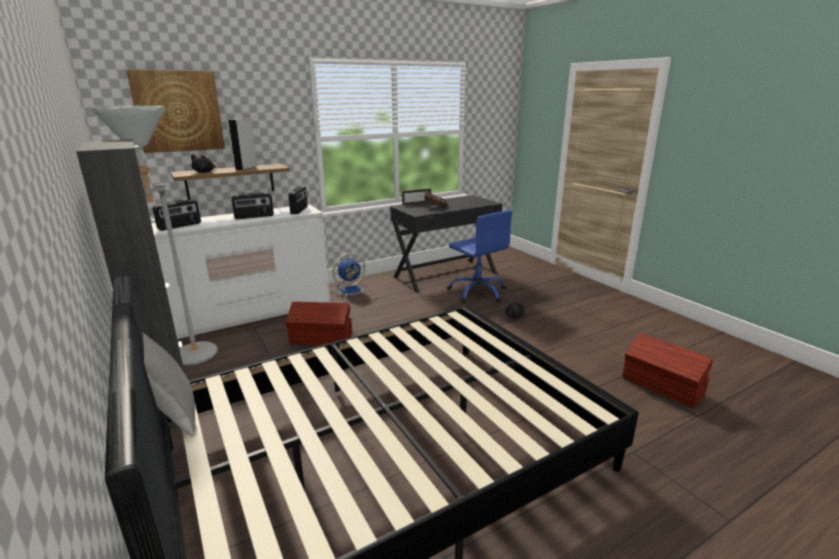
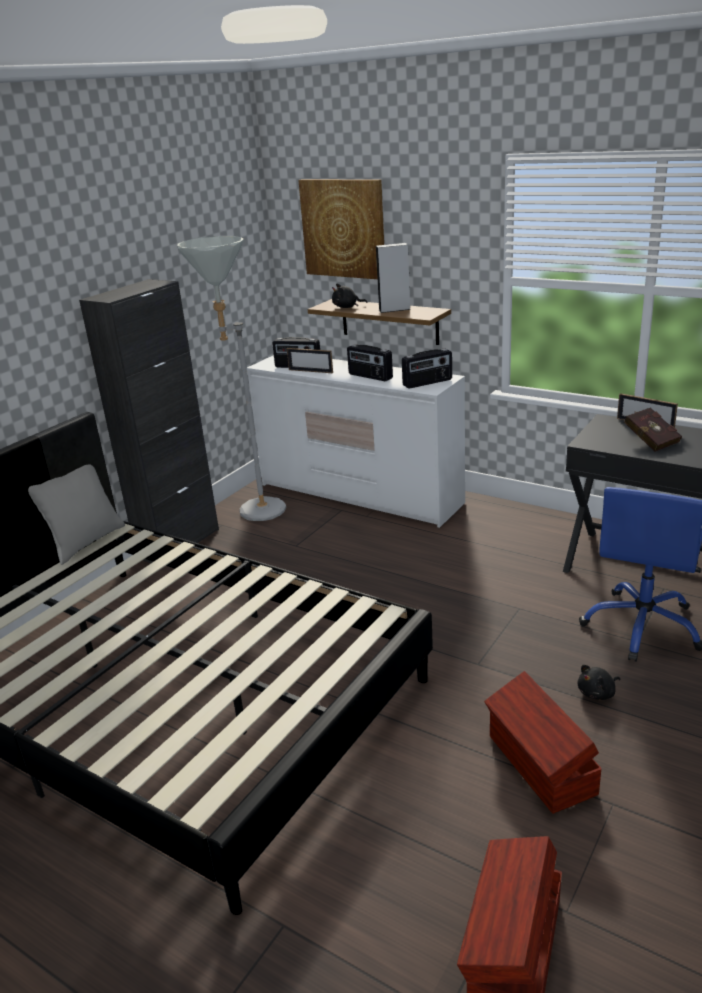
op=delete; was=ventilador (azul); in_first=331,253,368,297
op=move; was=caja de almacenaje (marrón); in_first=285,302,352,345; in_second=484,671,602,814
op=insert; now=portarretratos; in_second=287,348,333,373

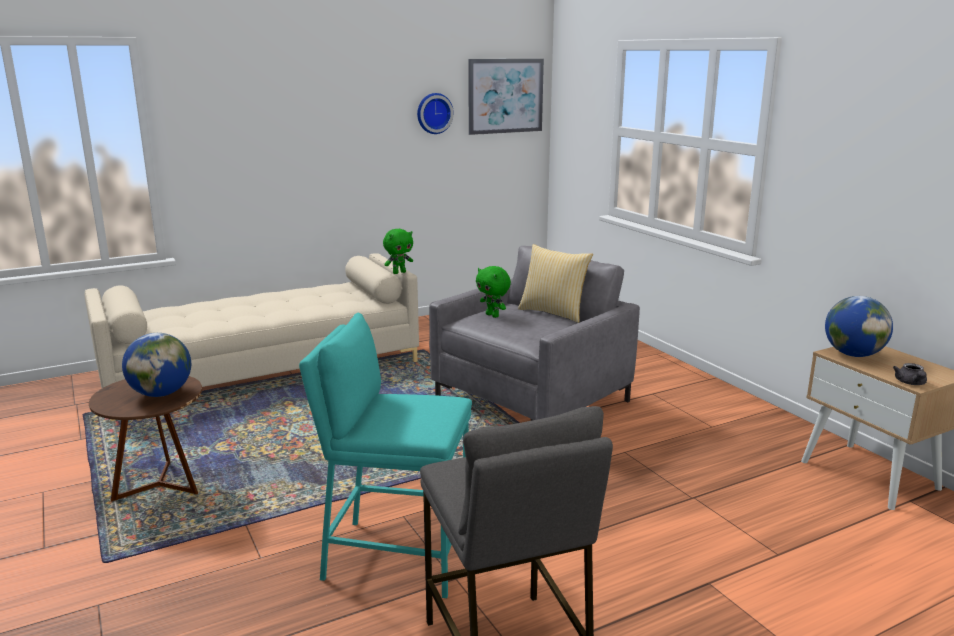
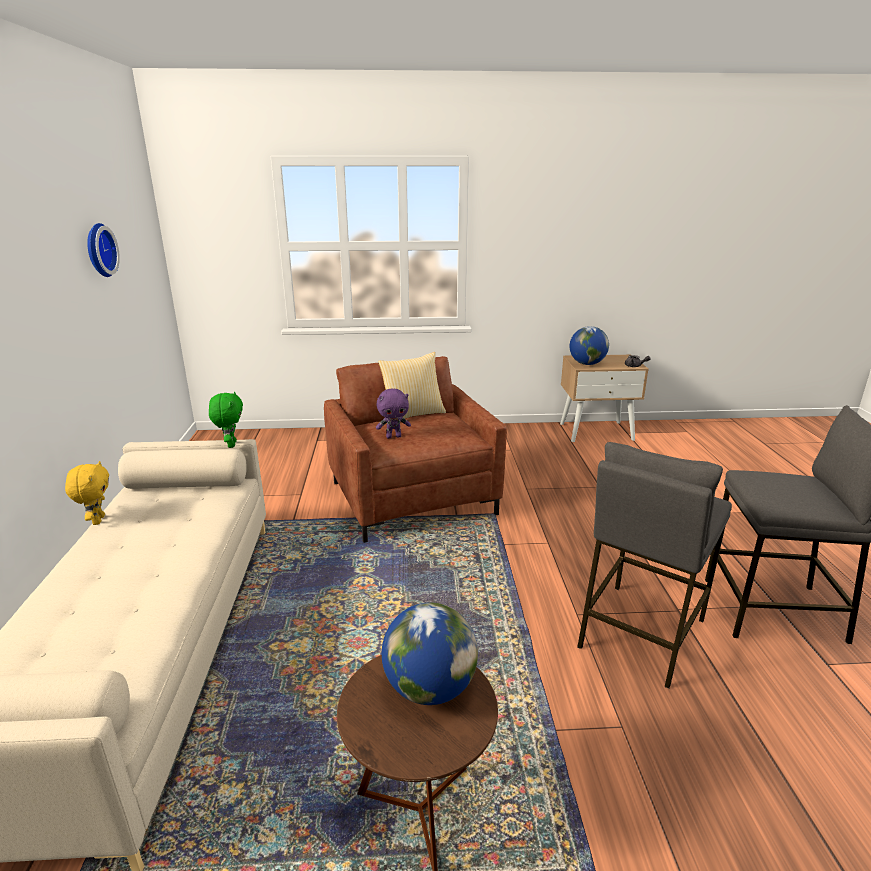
op=delete; was=cuadro; in_first=468,59,544,135
op=recolor; was=sillón (gris); now=sillón (marrón); in_first=429,246,640,421; in_second=324,356,507,543
op=recolor; was=peluche (verde); now=peluche (morado); in_first=476,266,511,318; in_second=376,389,411,438
op=recolor; was=taburete (turquesa); now=taburete (gris); in_first=299,313,472,598; in_second=577,442,732,689
op=insert; now=peluche (amarillo); in_second=65,461,109,525

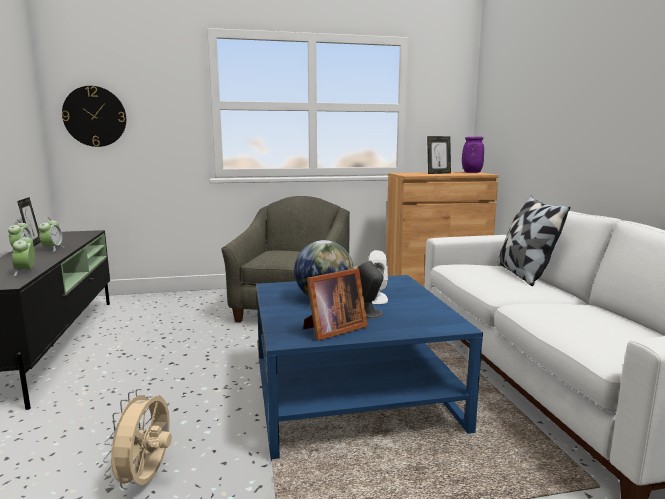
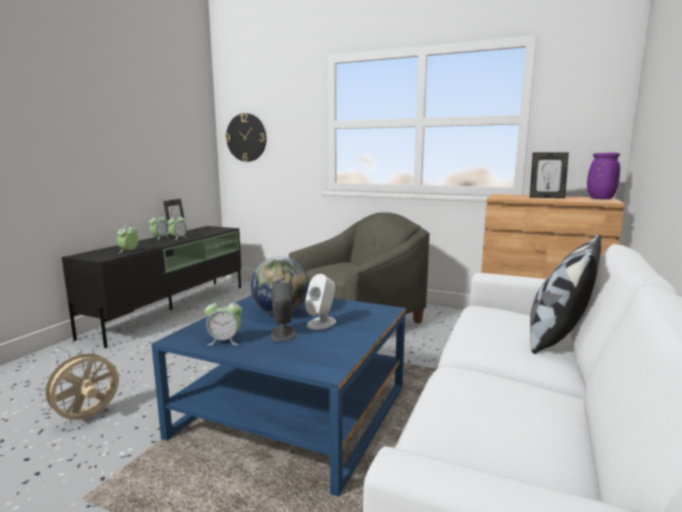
op=replace; was=portarretratos; now=despertador; in_first=303,268,368,341; in_second=205,297,242,345

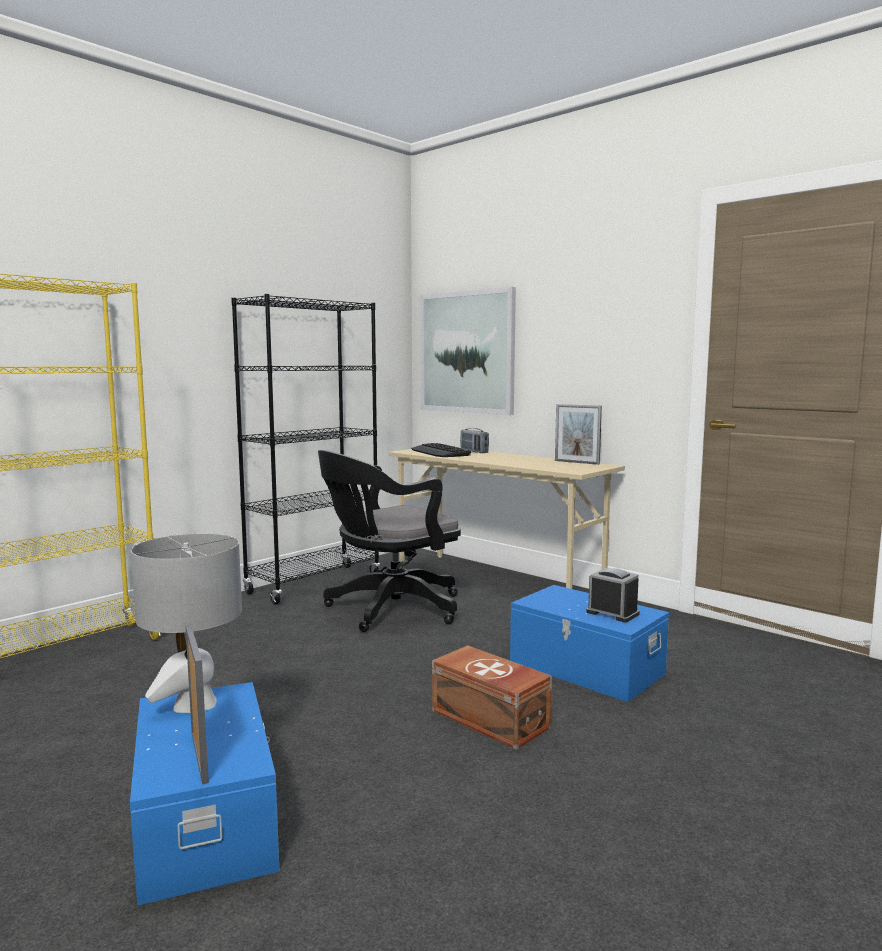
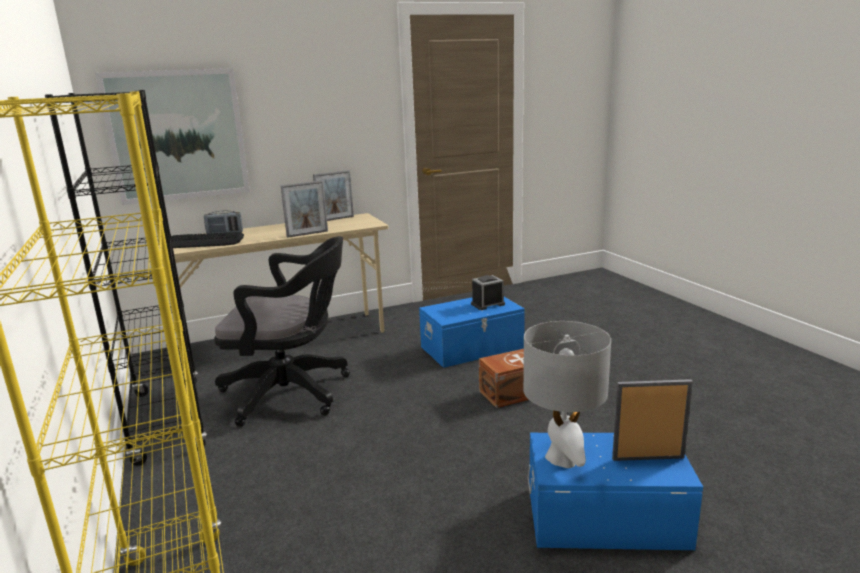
op=rotate; was=silla de oficina (negro); in_first=318,450,461,632; in_second=214,236,350,427; clockwise=-75
op=insert; now=portarretratos; in_second=281,180,328,238

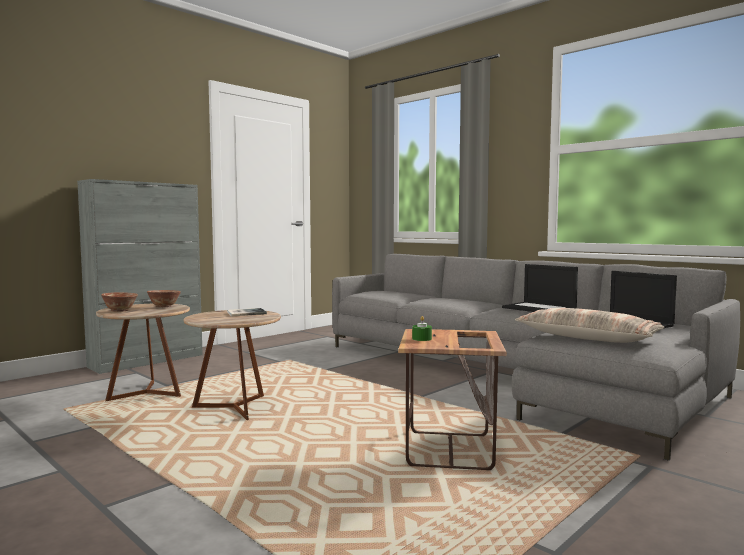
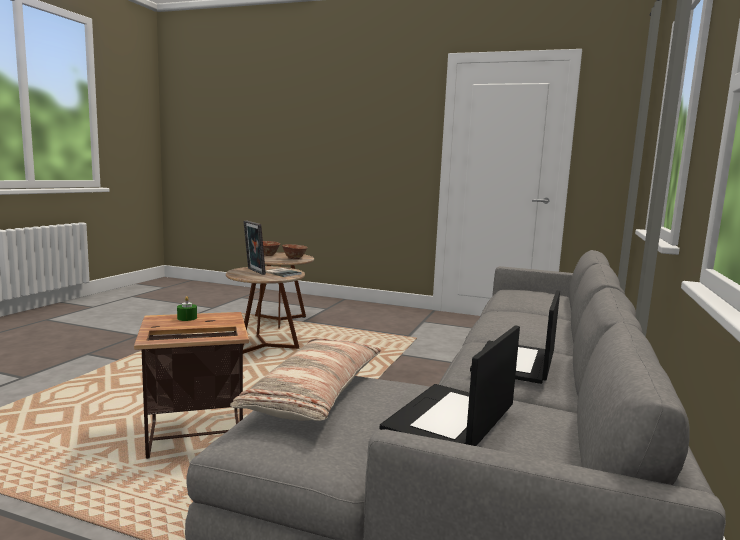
op=delete; was=armario (gris); in_first=77,179,203,374
op=insert; now=portarretratos; in_second=243,221,266,275

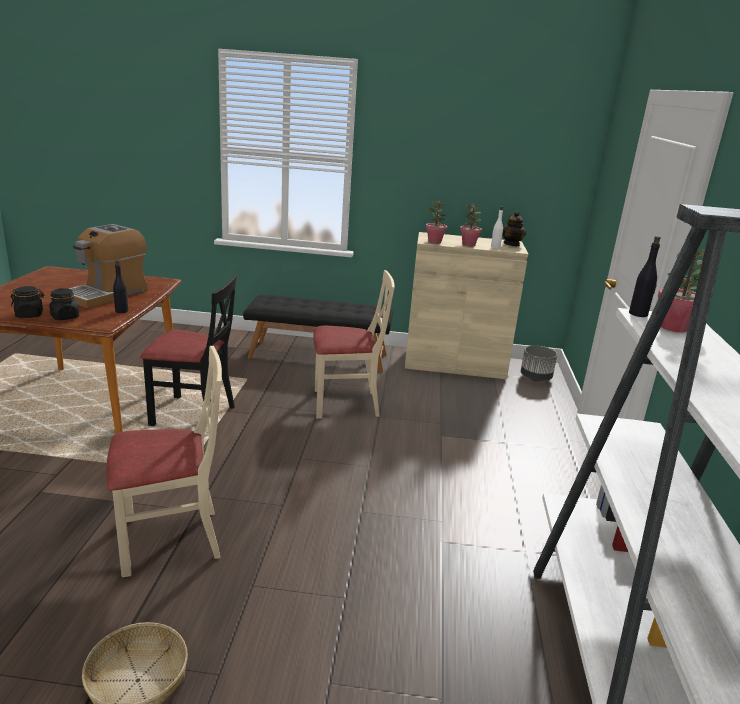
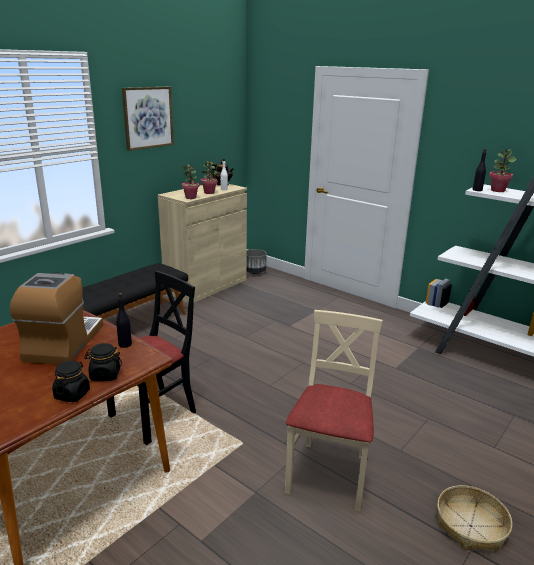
op=rotate; was=cafetera; in_first=68,224,148,308; in_second=10,273,103,365; clockwise=-150
op=delete; was=silla (beis); in_first=313,270,395,418
op=insert; now=cuadro; in_second=122,87,174,151

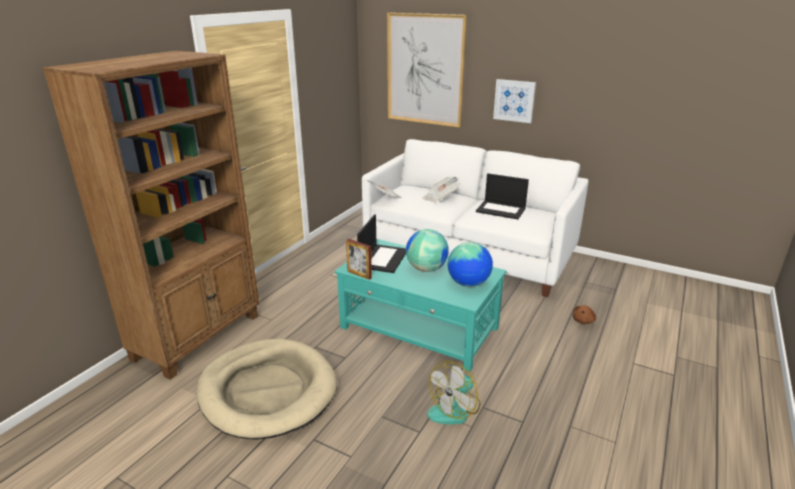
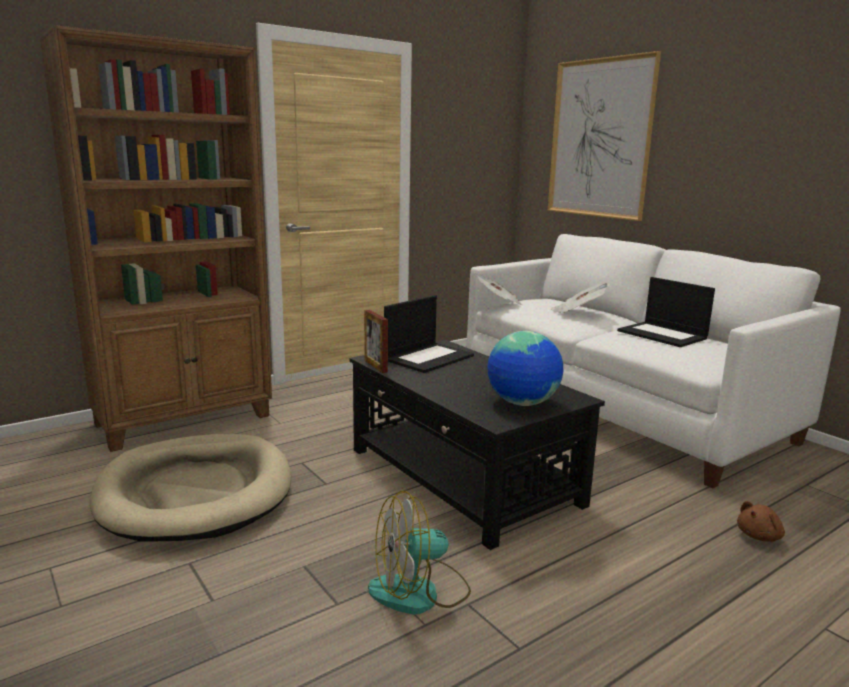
op=delete; was=cuadro; in_first=493,79,536,123
op=delete; was=globo terráqueo; in_first=406,229,449,272
op=recolor; was=mesa de centro (turquesa); now=mesa de centro (negro); in_first=335,239,507,372; in_second=349,340,605,550

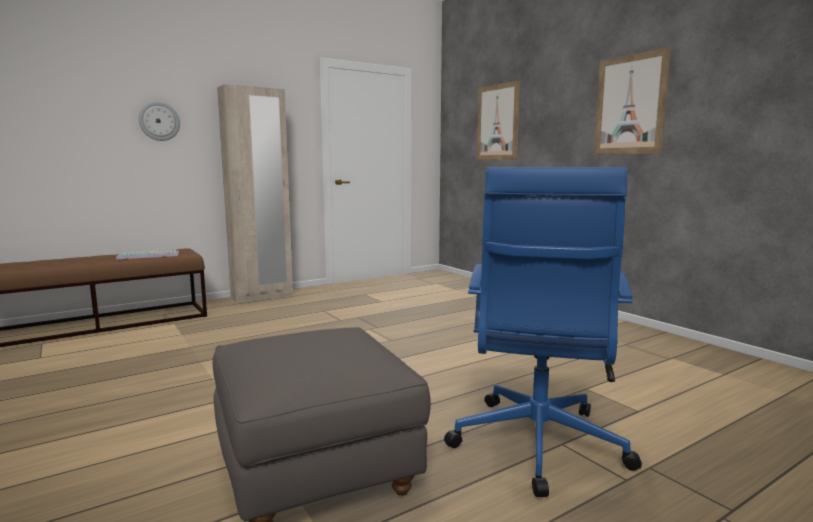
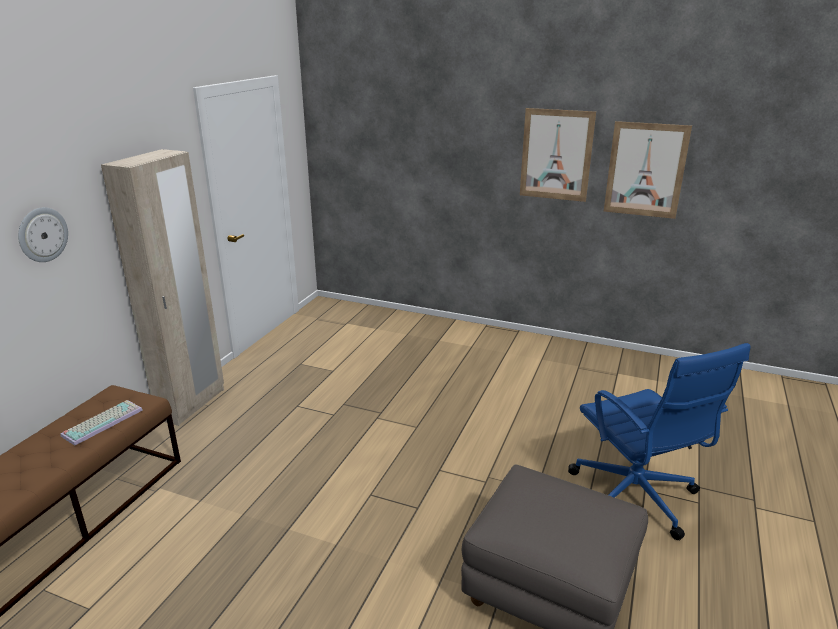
op=move; was=cuadro; in_first=477,80,520,160; in_second=604,121,692,219

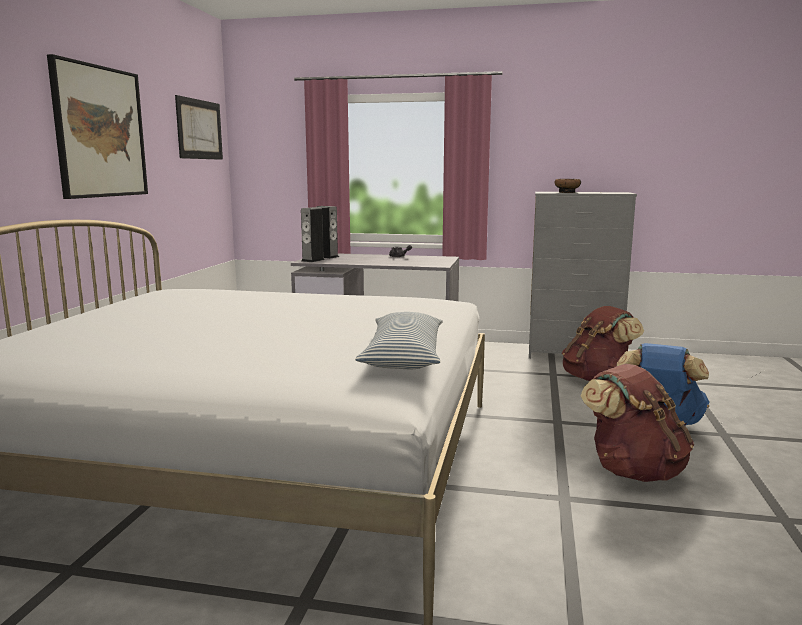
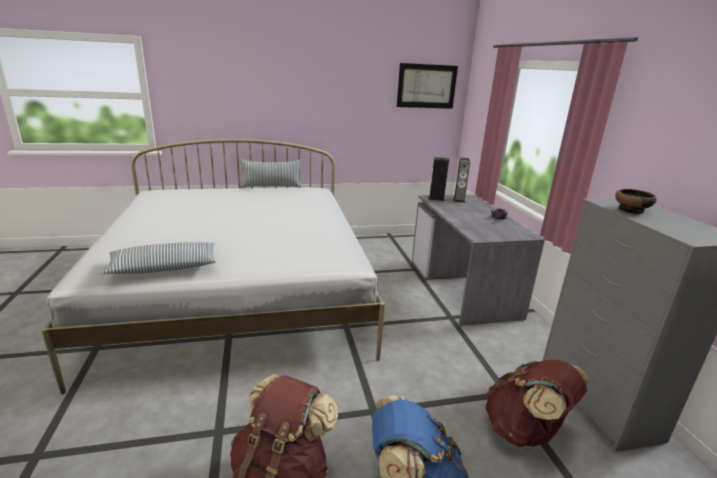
op=delete; was=cuadro; in_first=47,54,148,199
op=insert; now=cojín; in_second=240,159,301,188

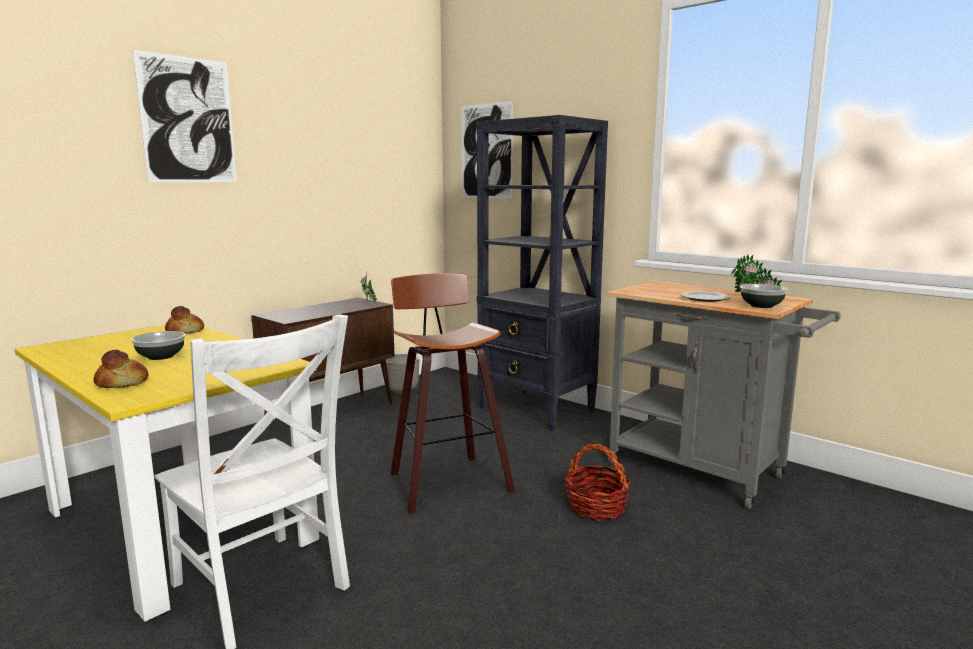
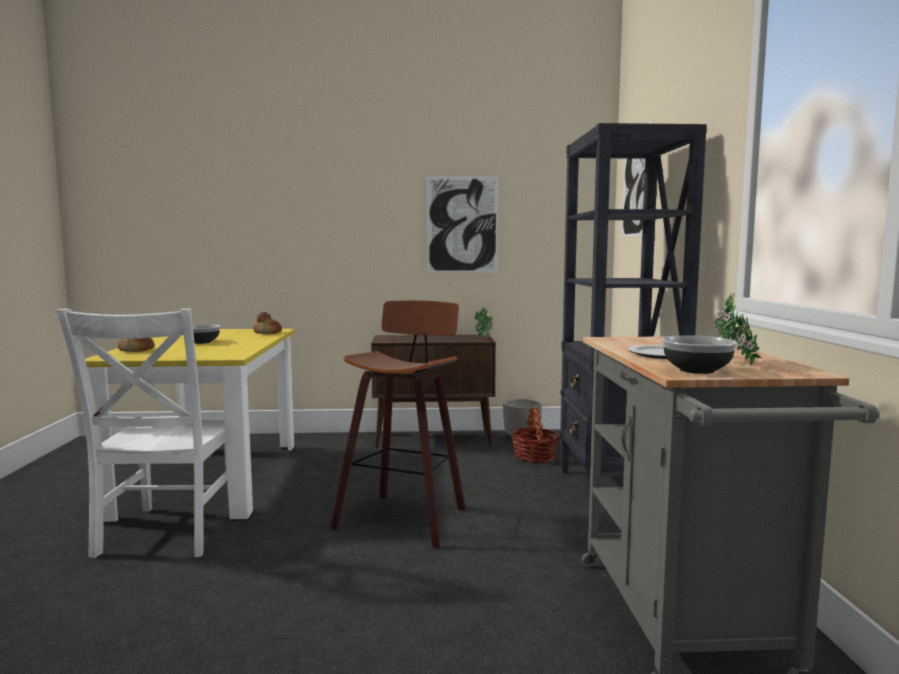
op=move; was=cuadro; in_first=133,50,237,182; in_second=427,176,498,273
op=move; was=cesta; in_first=564,443,631,521; in_second=511,407,560,463

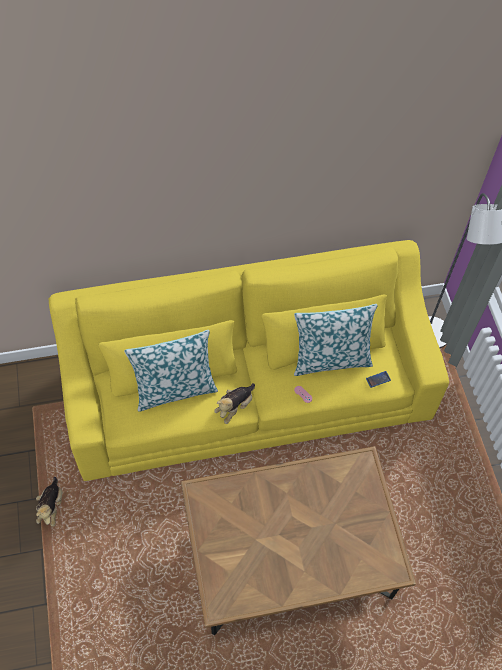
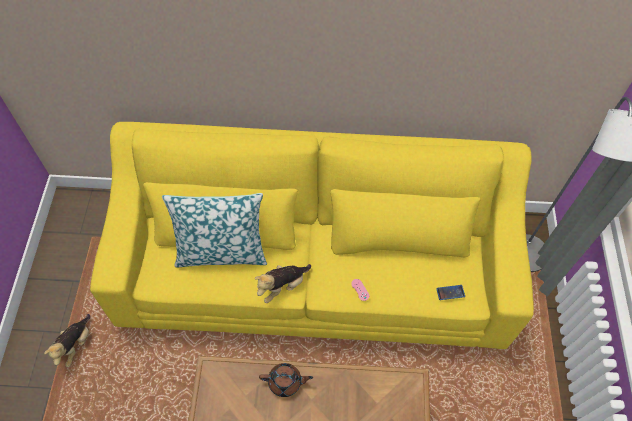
op=delete; was=cojín; in_first=294,304,378,376
op=insert; now=tetera (marrón); in_second=259,363,313,397

